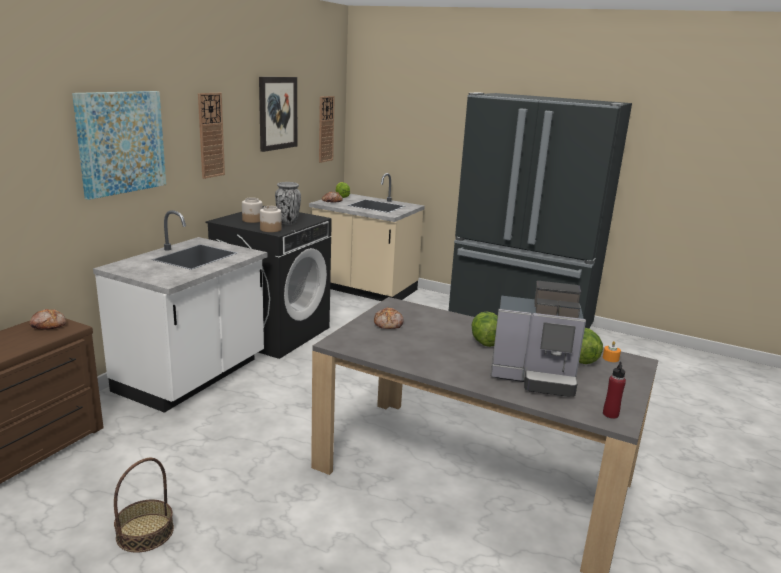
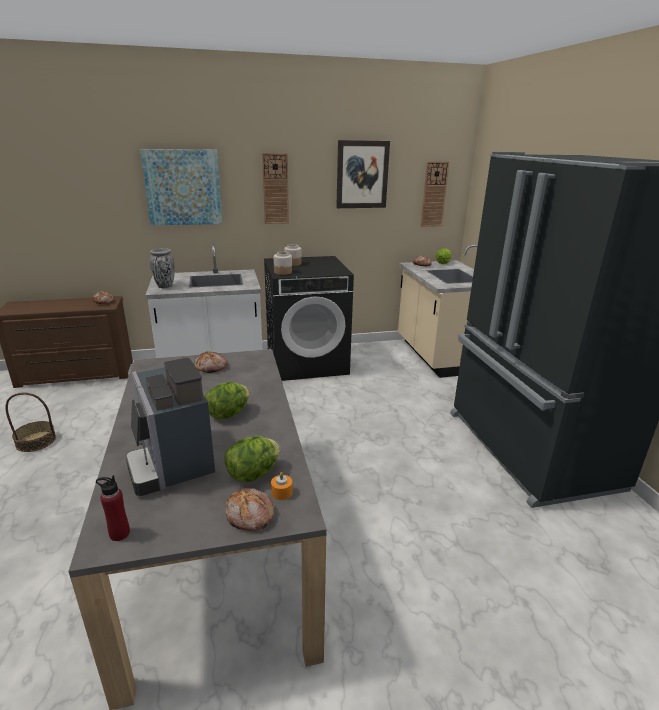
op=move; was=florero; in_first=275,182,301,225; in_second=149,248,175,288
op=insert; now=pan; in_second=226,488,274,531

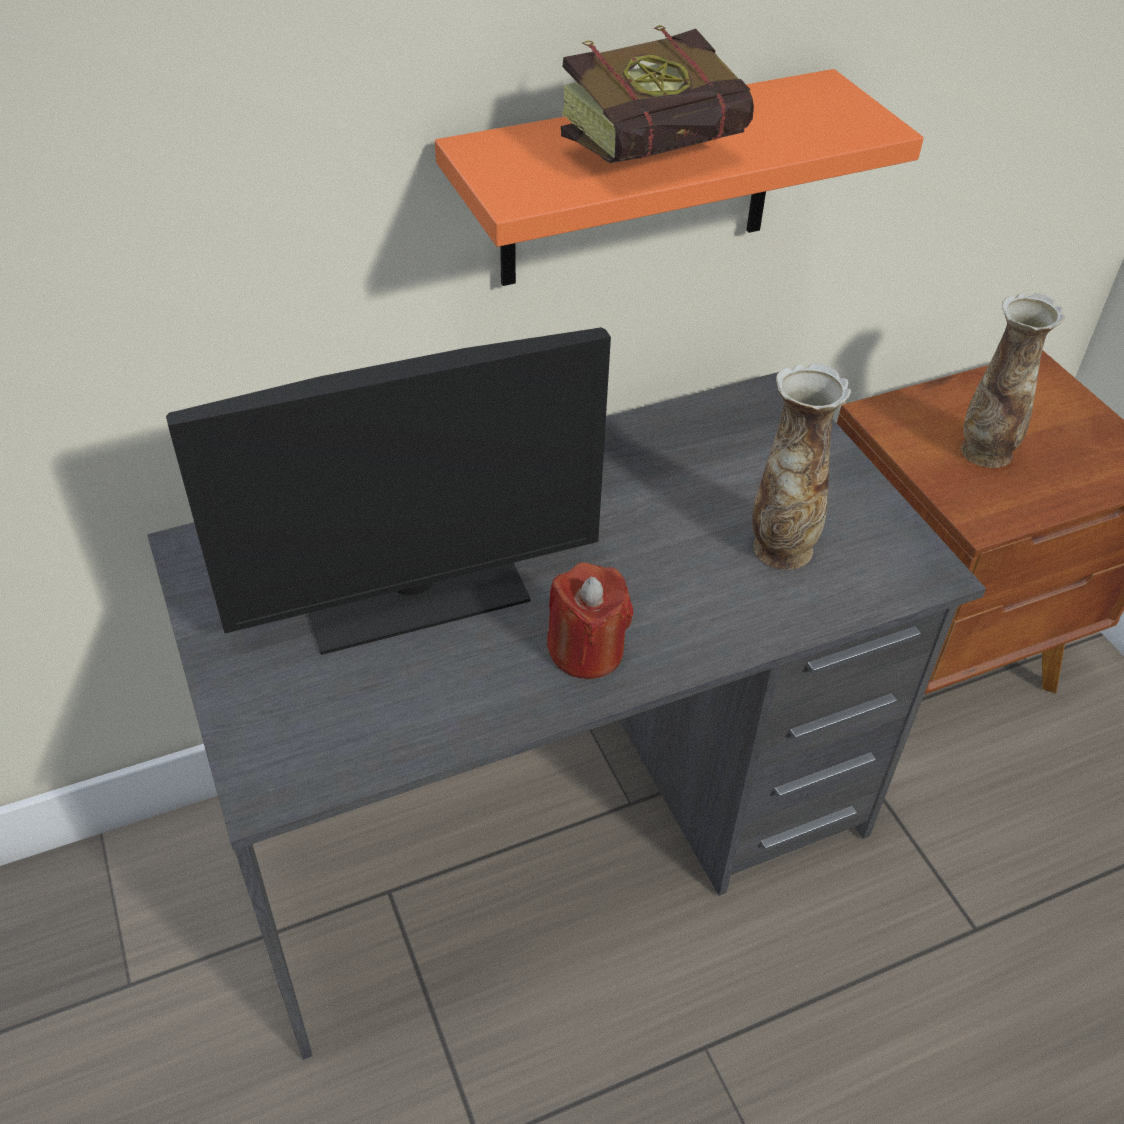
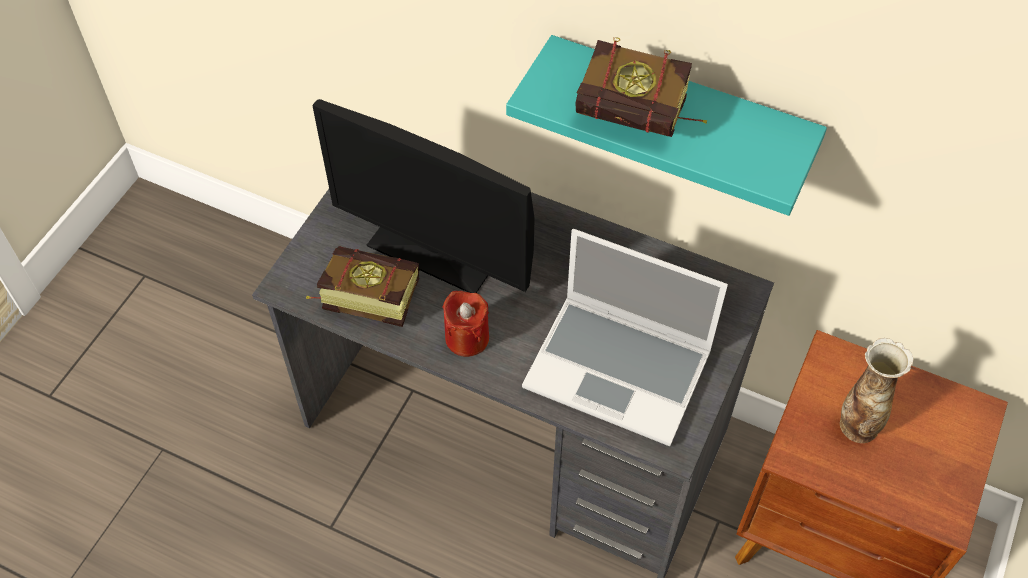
op=recolor; was=estante (naranja); now=estante (turquesa); in_first=435,69,924,286; in_second=506,35,827,216
op=replace; was=florero; now=portátil; in_first=752,364,851,569; in_second=522,229,728,446
op=insert; now=libro; in_second=306,246,419,327

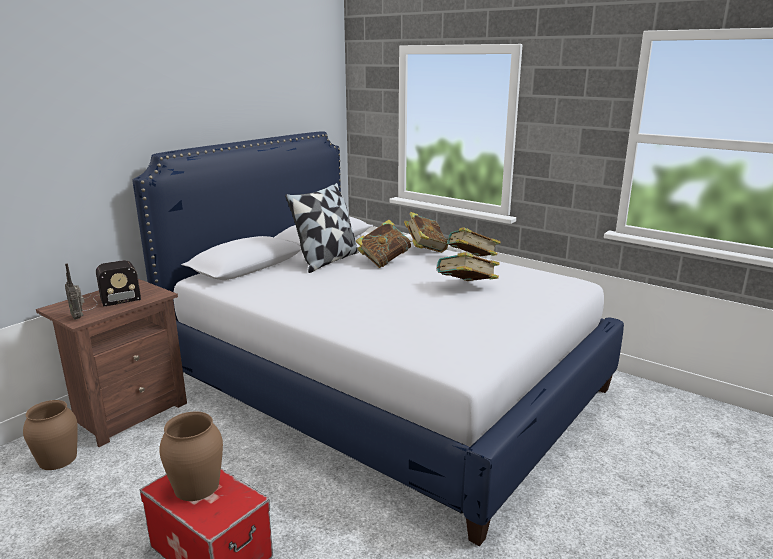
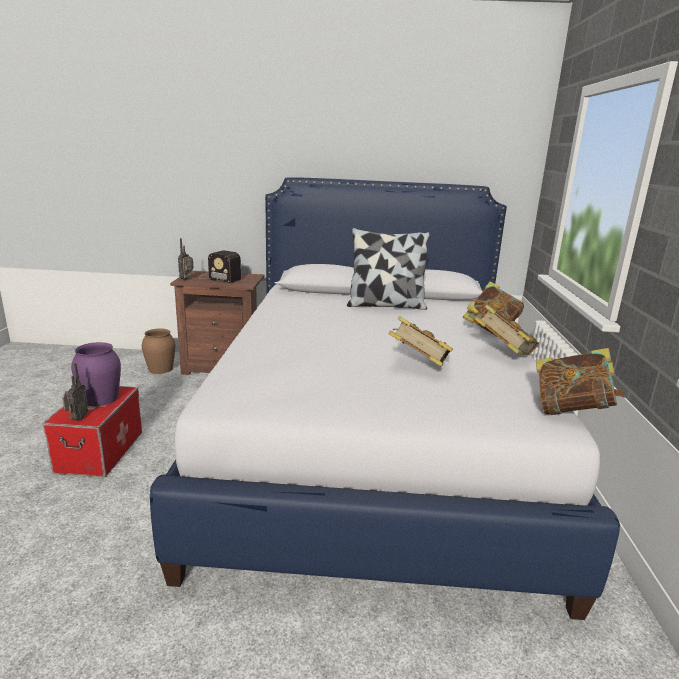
op=move; was=libro; in_first=356,220,411,268; in_second=536,348,625,415
op=recolor; was=florero (marrón); now=florero (morado); in_first=159,411,223,501; in_second=71,342,121,406
op=insert; now=radio; in_second=62,363,88,421

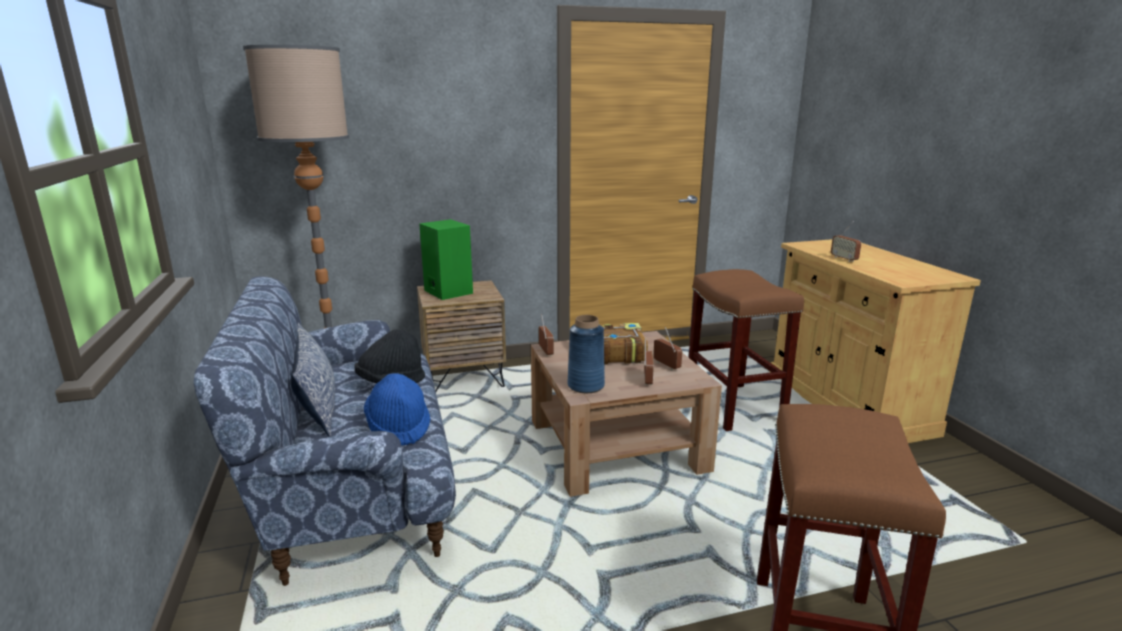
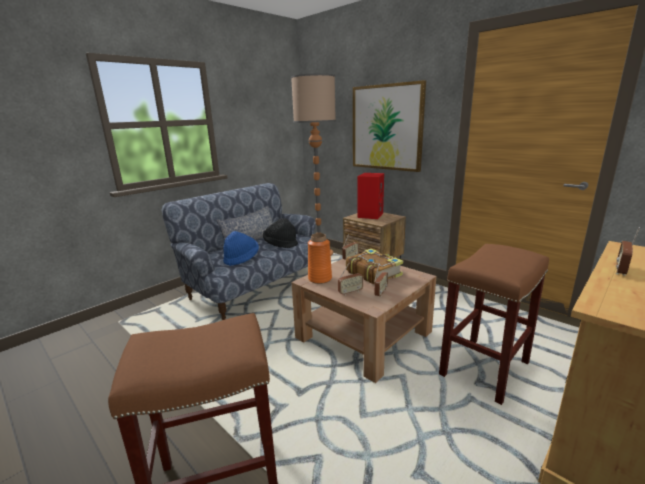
op=recolor; was=altavoz (verde); now=altavoz (rojo); in_first=419,219,473,300; in_second=357,173,384,219
op=recolor; was=florero (azul); now=florero (naranja); in_first=567,315,605,393; in_second=308,233,332,284
op=insert; now=cuadro; in_second=353,80,426,172

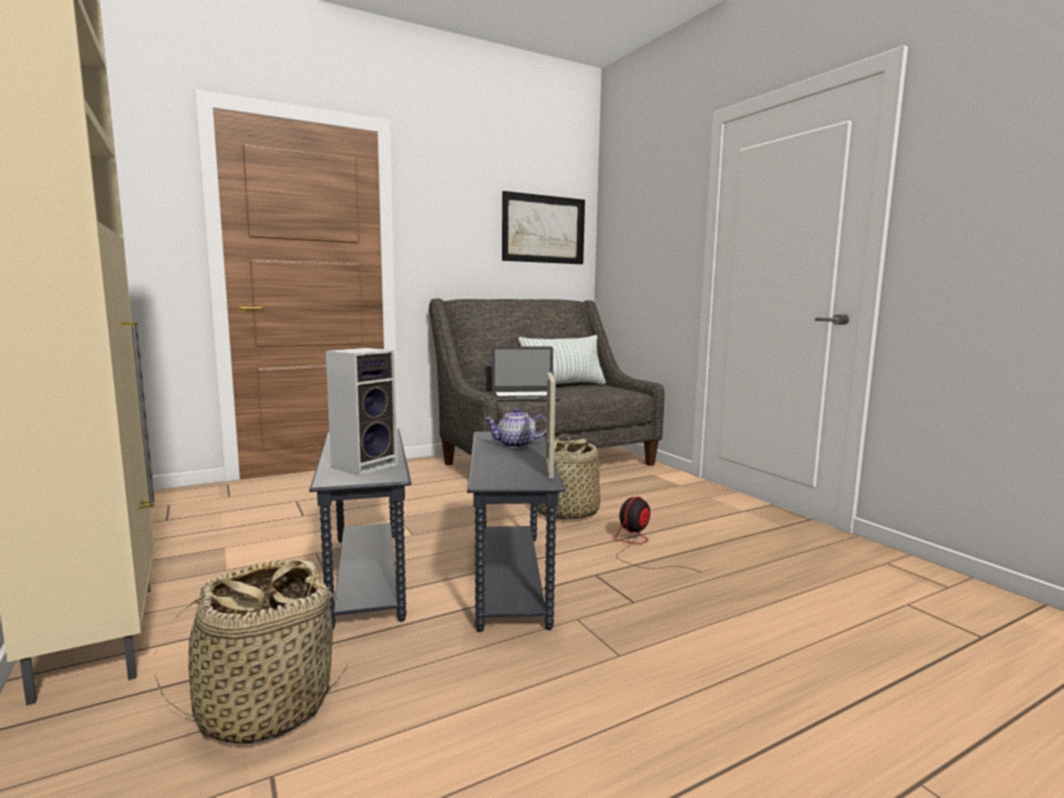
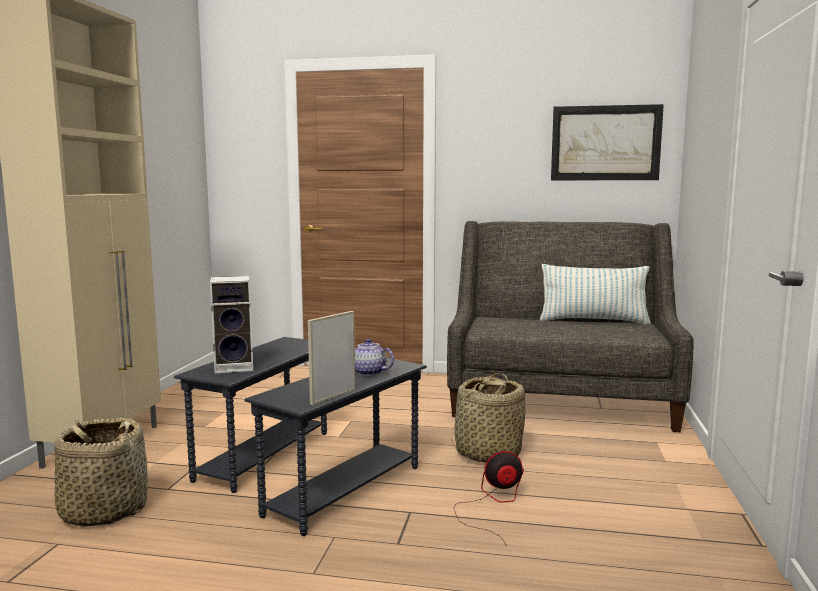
op=delete; was=portátil; in_first=492,346,561,401

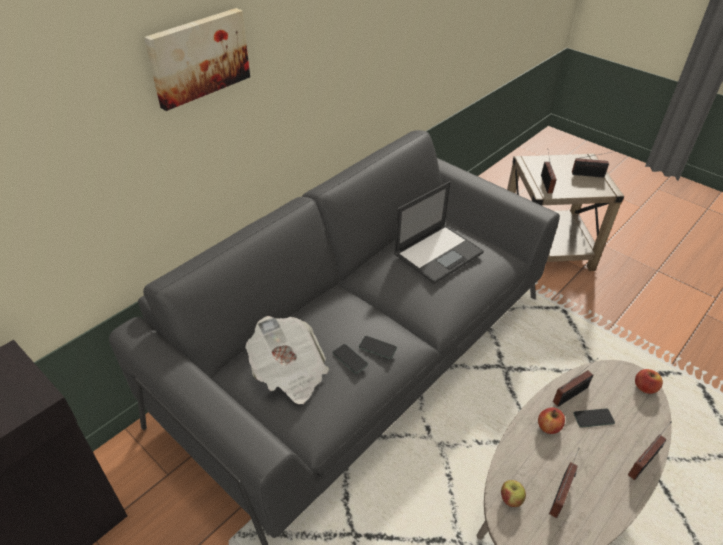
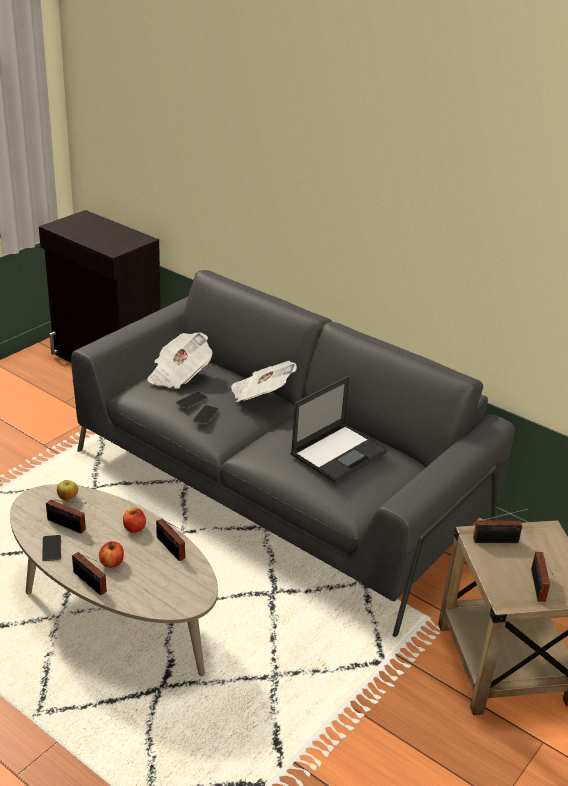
op=delete; was=cuadro; in_first=144,8,250,111
op=rotate; was=portátil; in_first=394,181,484,284; in_second=290,376,387,483; clockwise=-90
op=move; was=manzana; in_first=635,369,663,394; in_second=99,541,124,568
op=move; was=móvil; in_first=574,408,615,427; in_second=42,535,61,561
op=insert; now=periódico; in_second=231,361,297,402

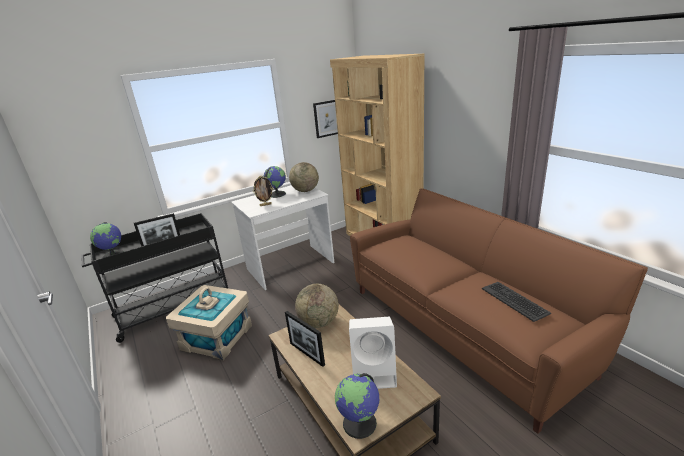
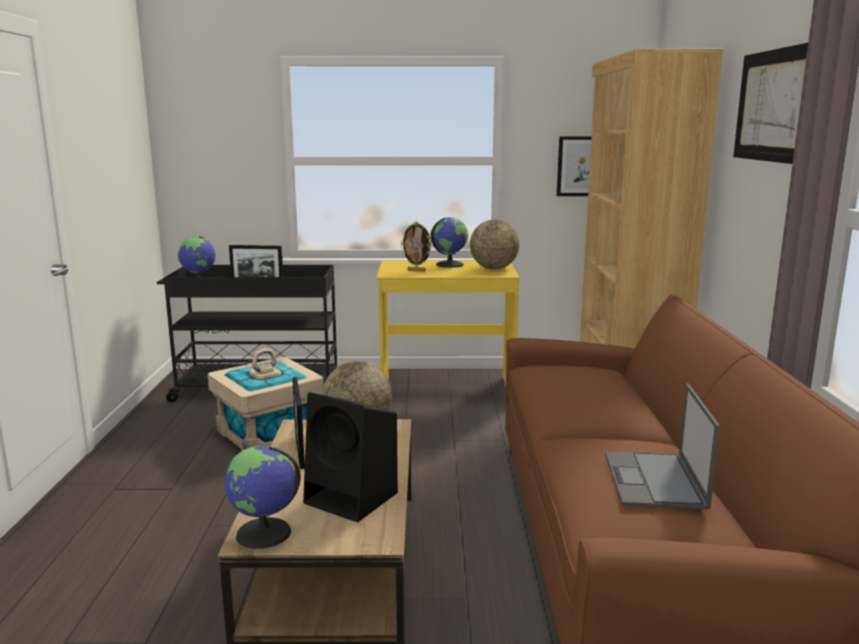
op=recolor; was=escritorio (blanco); now=escritorio (amarillo); in_first=231,185,334,290; in_second=376,260,520,386
op=replace; was=teclado; now=portátil; in_first=482,282,551,322; in_second=605,384,720,509
op=recolor; was=altavoz (blanco); now=altavoz (negro); in_first=349,317,397,389; in_second=303,392,398,522
op=insert; now=cuadro; in_second=733,43,808,164

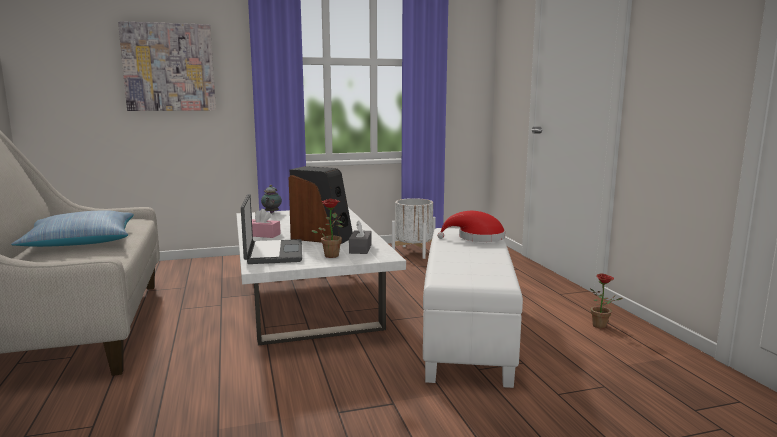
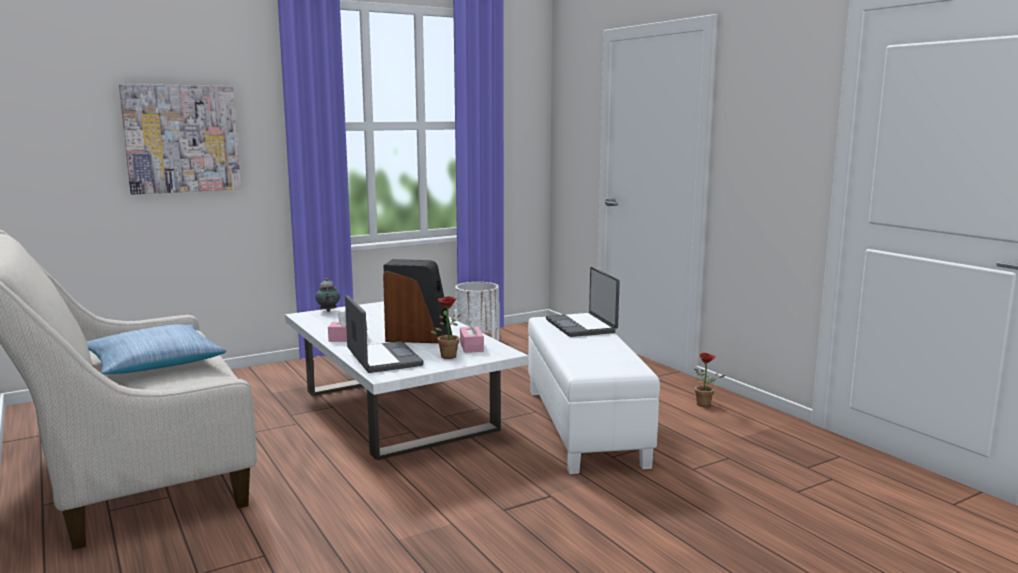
op=replace; was=sombrero (rojo); now=portátil; in_first=437,211,505,242; in_second=546,267,620,337
op=recolor; was=caja de pañuelos (gris); now=caja de pañuelos (rosa); in_first=349,221,372,254; in_second=460,317,484,353

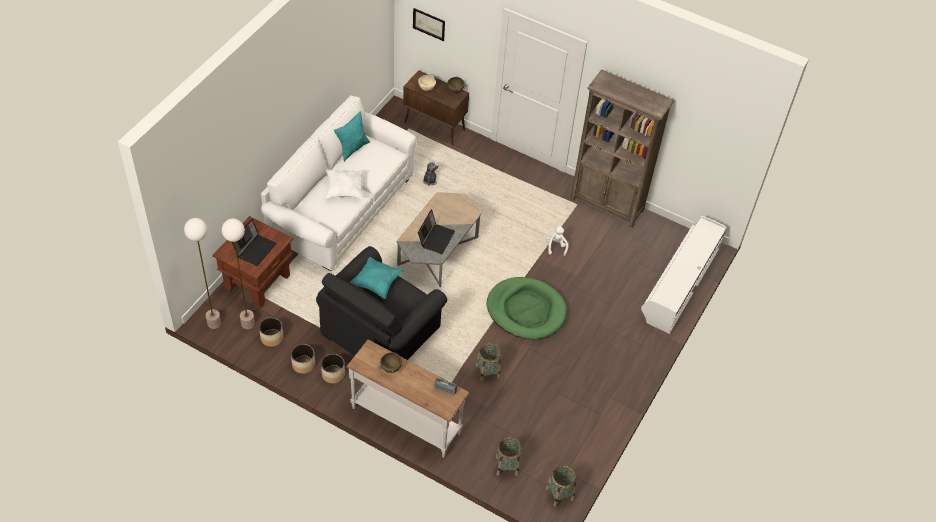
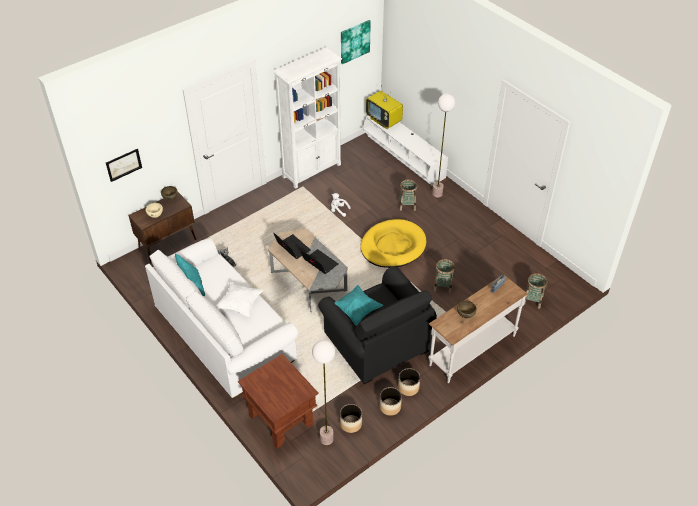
op=recolor; was=estantería (marrón); now=estantería (blanco); in_first=570,70,674,228; in_second=273,47,342,189
op=move; was=lámpara de pie; in_first=184,218,221,329; in_second=432,93,455,197
op=move; was=portátil; in_first=232,219,277,266; in_second=273,232,311,259
op=recolor; was=cama para perro (verde); now=cama para perro (amarillo); in_first=487,277,567,339; in_second=360,219,427,268
op=move; was=cesta; in_first=546,465,576,507; in_second=399,179,417,211
op=insert; now=cuadro; in_second=341,20,371,64
op=insert; now=televisor; in_second=366,85,403,129

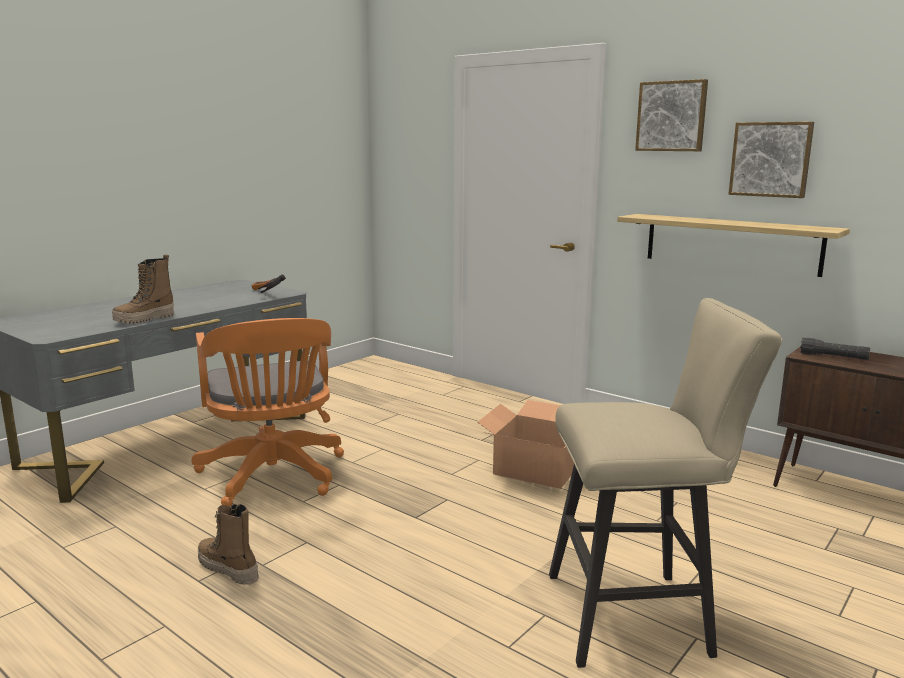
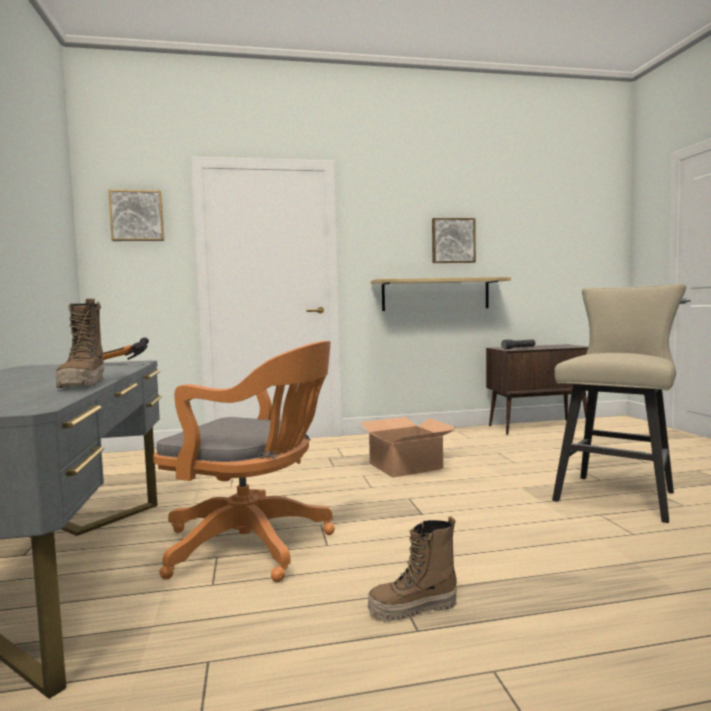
op=move; was=cuadro; in_first=635,79,708,151; in_second=108,190,165,241

